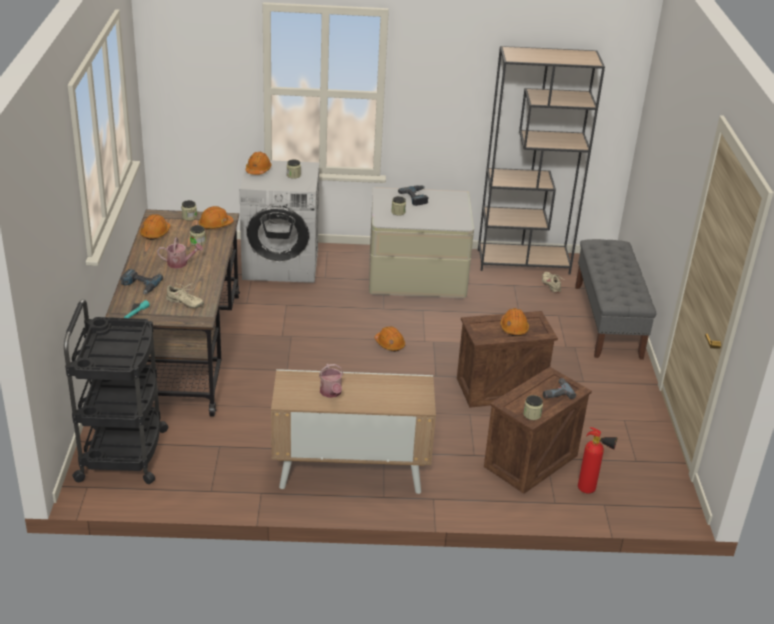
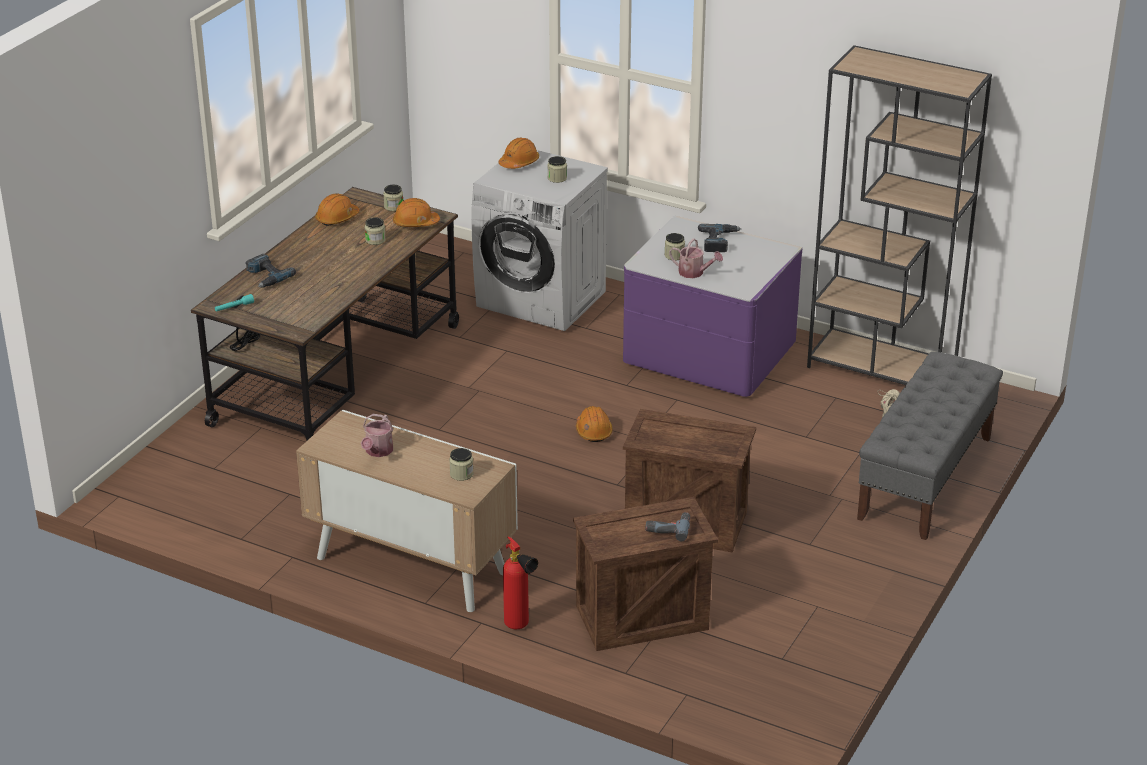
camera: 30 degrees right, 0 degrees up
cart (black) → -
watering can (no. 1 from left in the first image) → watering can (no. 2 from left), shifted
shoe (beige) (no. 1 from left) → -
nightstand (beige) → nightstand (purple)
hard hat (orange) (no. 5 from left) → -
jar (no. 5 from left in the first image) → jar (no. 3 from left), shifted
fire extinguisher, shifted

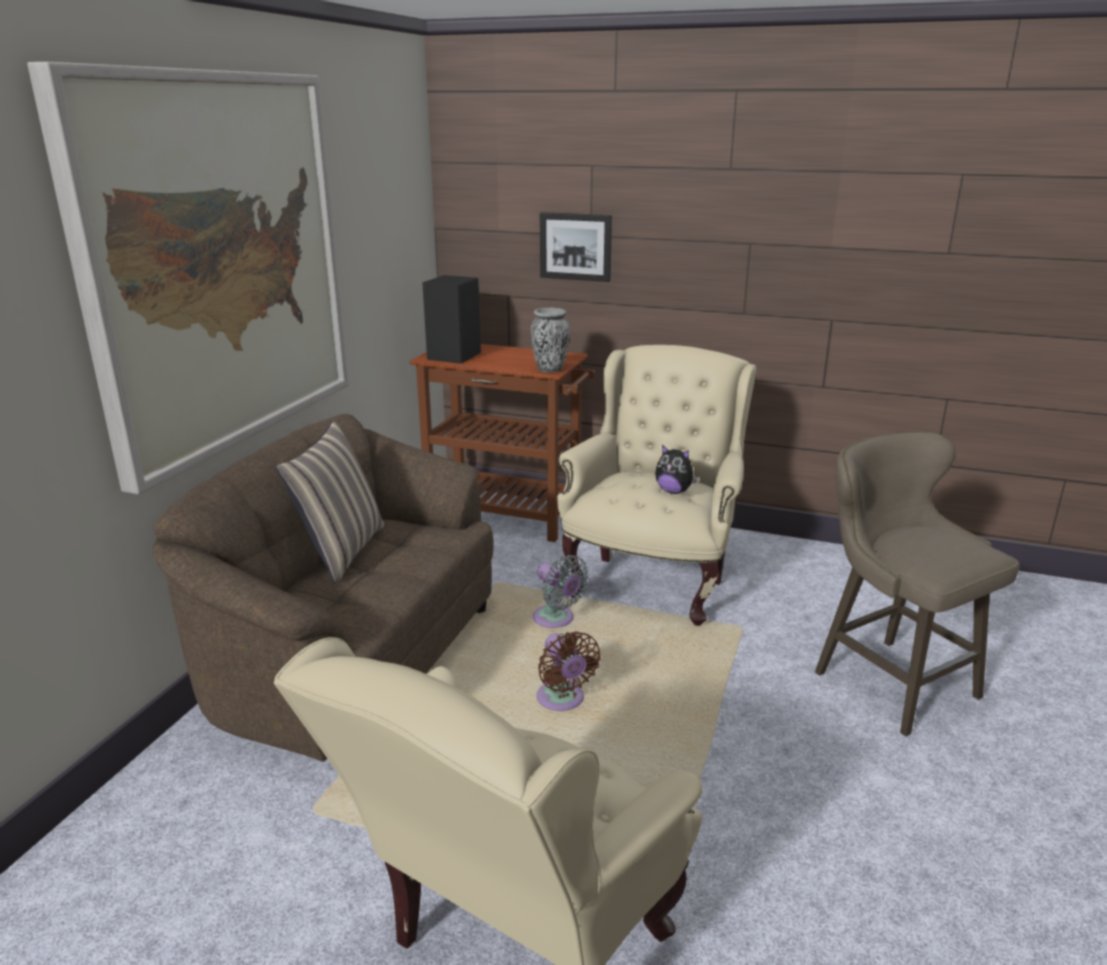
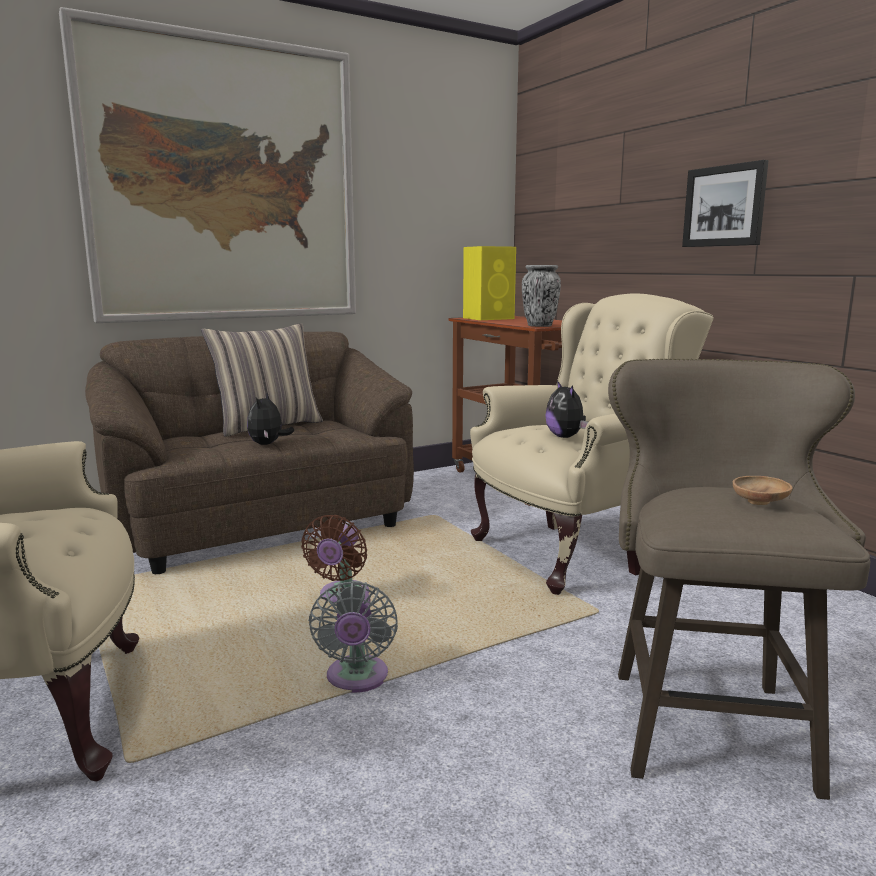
camera: 40 degrees right, 10 degrees down
speaker (black) → speaker (yellow)
fan (grey), shifted
picture (no. 2 from left), shifted
- → plush toy (no. 1 from left)
- → bowl (brown)

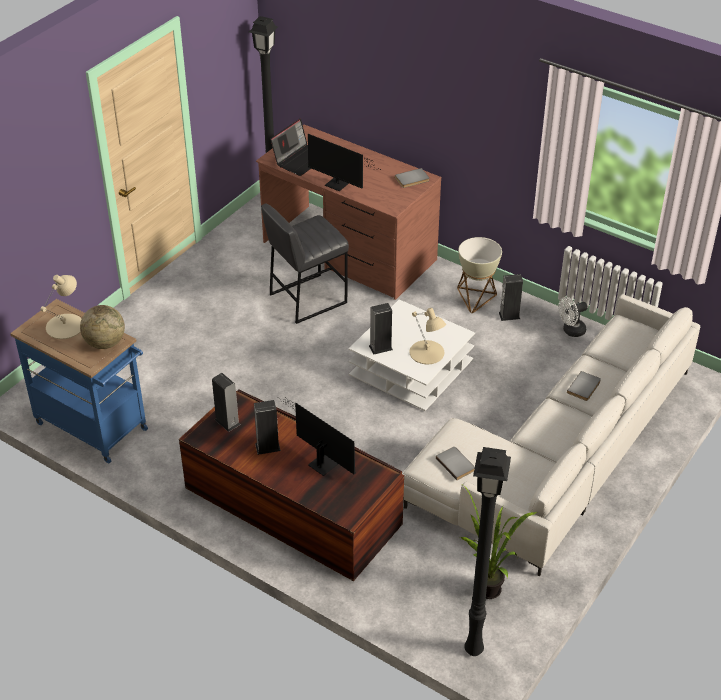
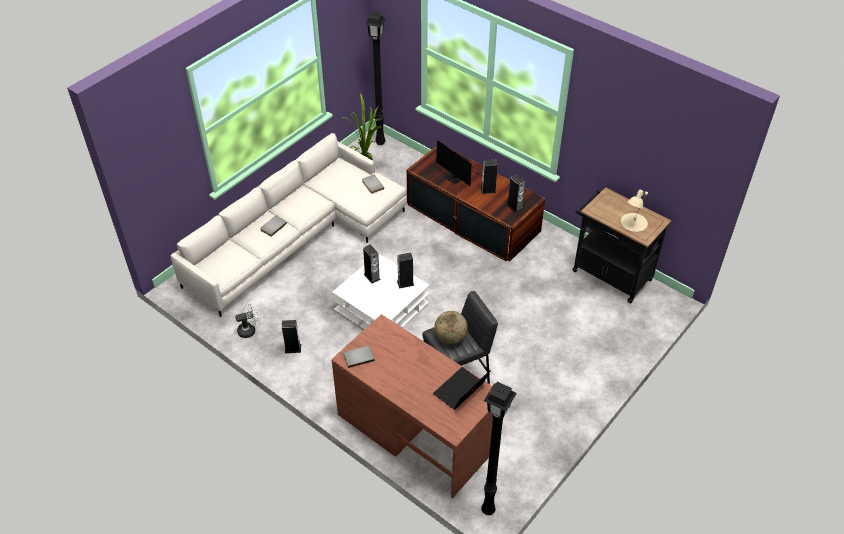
camera: 175 degrees left, 5 degrees up
cart (blue) → cart (black)
globe, shifted
monitor (no. 2 from left) → -
table lamp (beige) (no. 2 from left) → speaker (no. 2 from left)
planter → -

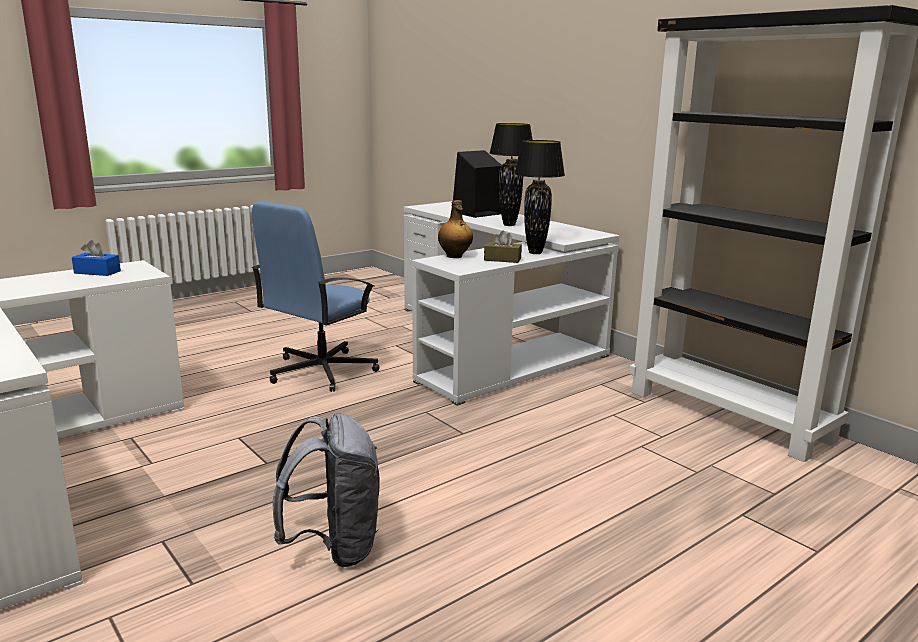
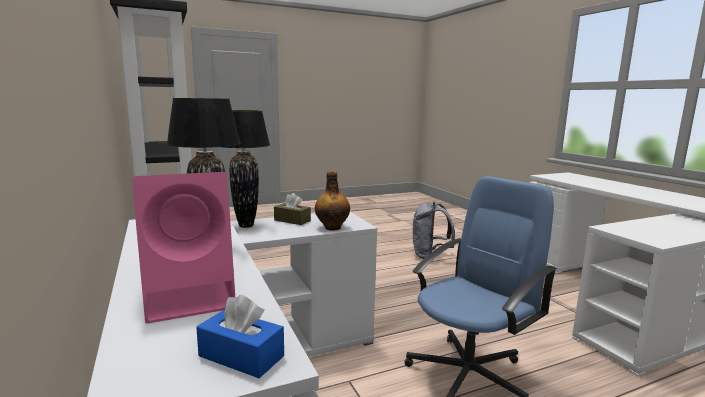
camera: 165 degrees left, 5 degrees down
tissue box (blue), shifted
speaker (black) → speaker (pink)

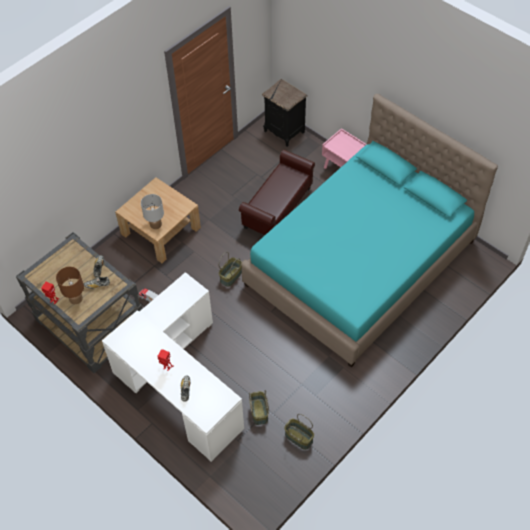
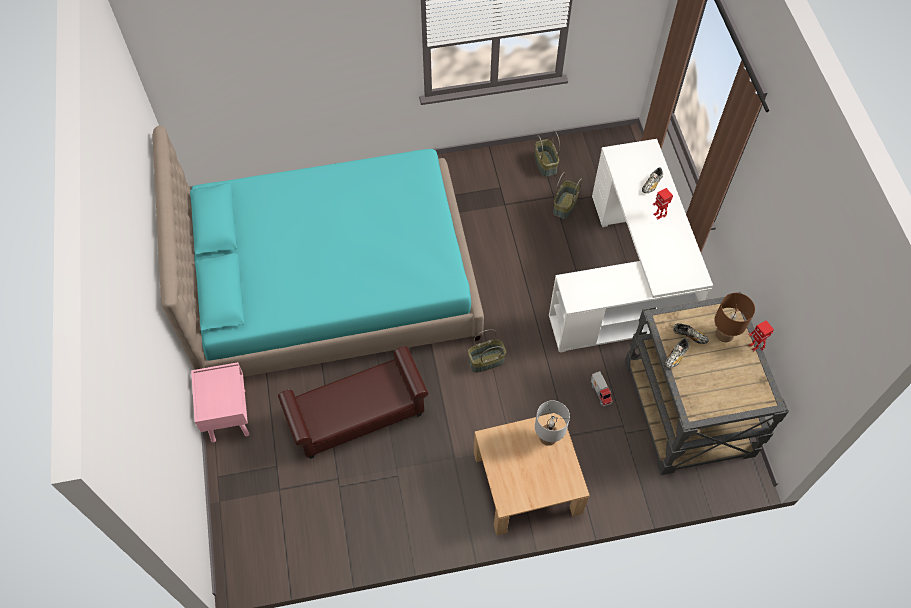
camera: 145 degrees left, 5 degrees up
nightstand (black) → -

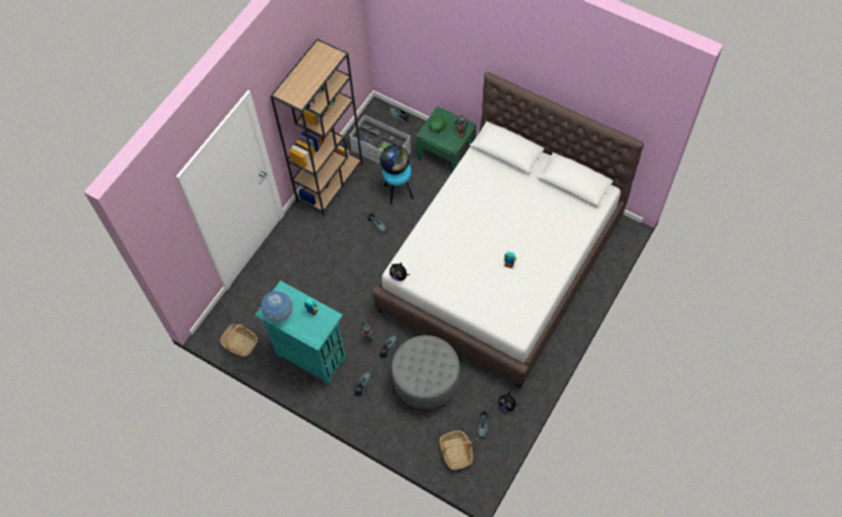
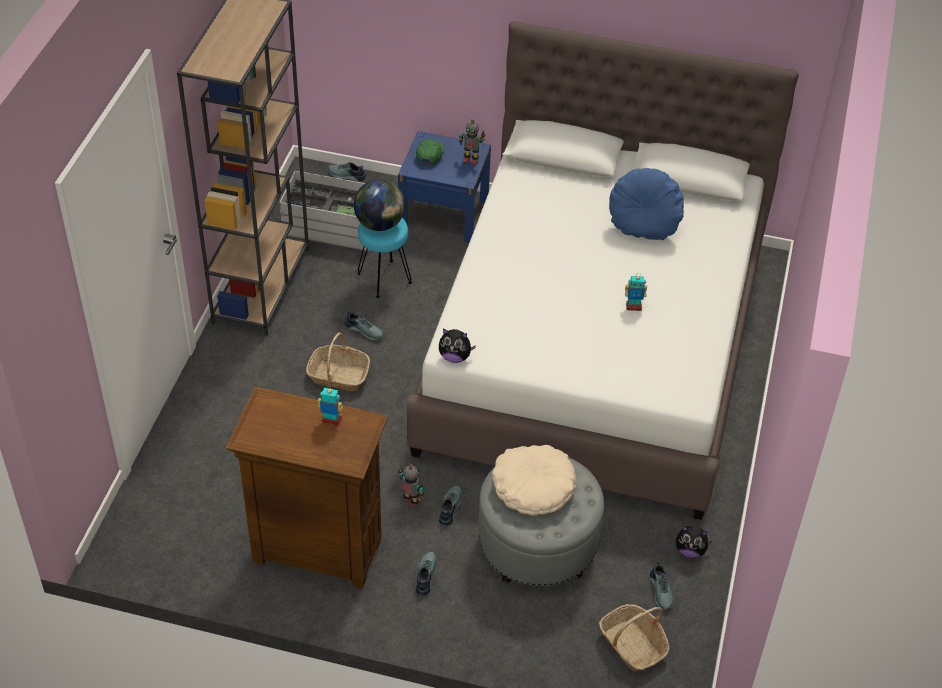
camera: 20 degrees left, 15 degrees down
basket (no. 1 from left), shifted
cabinet (turquoise) → cabinet (brown)
globe (no. 1 from left) → -
nightstand (green) → nightstand (blue)
- → pillow (beige)
- → pillow (blue)

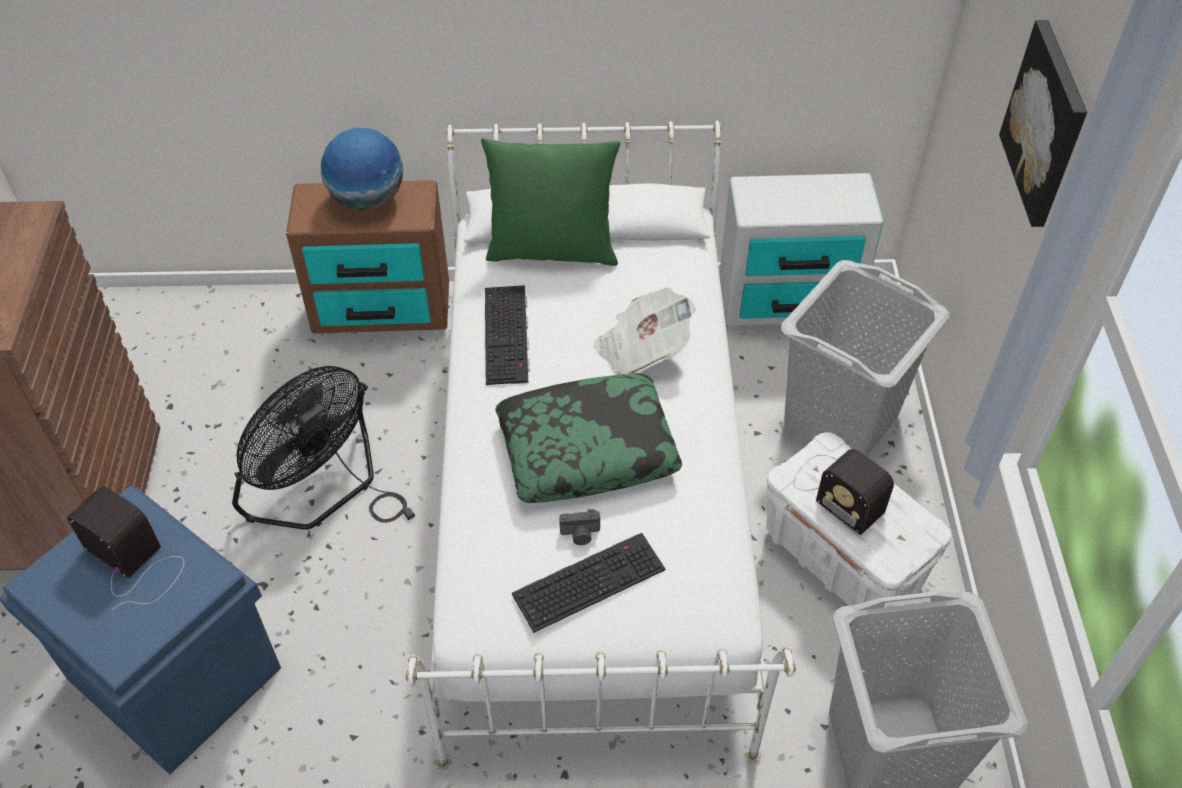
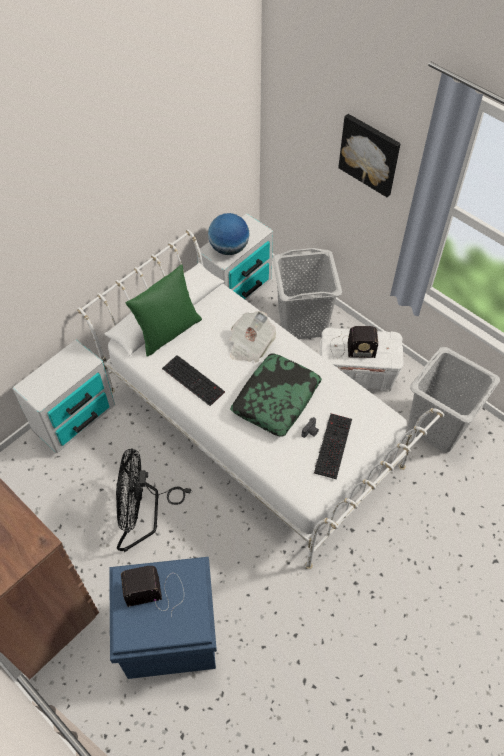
camera: 45 degrees left, 5 degrees up
nightstand (brown) → nightstand (white) (no. 1 from left)
globe, shifted

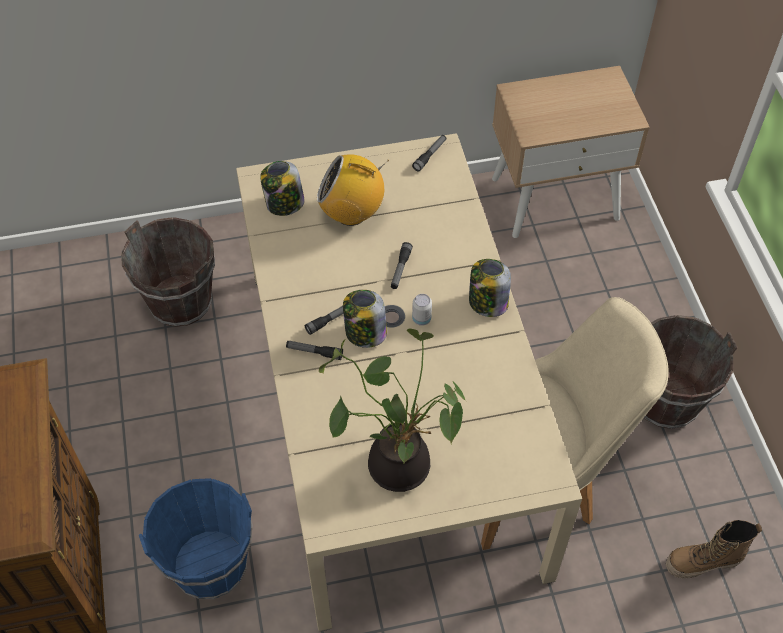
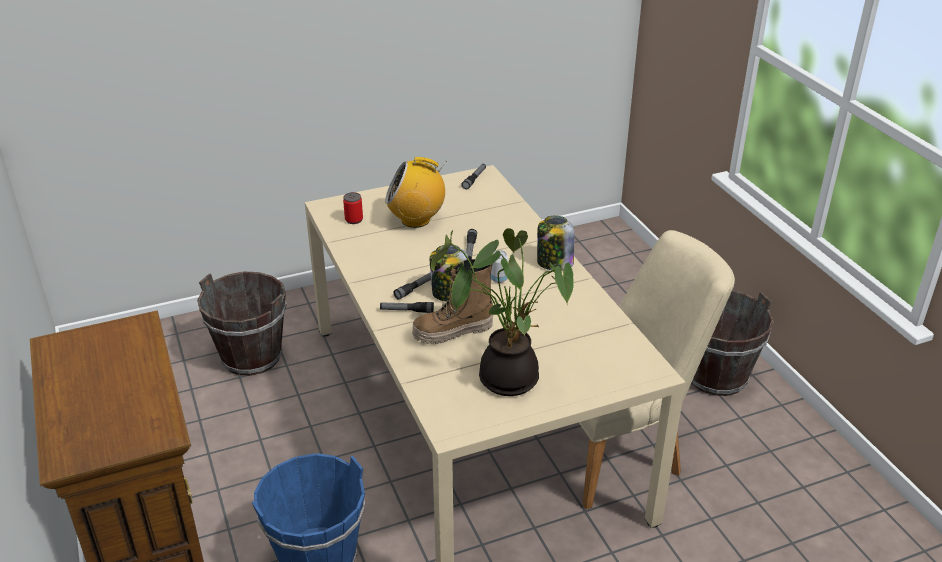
camera: 10 degrees left, 20 degrees down
jar (no. 1 from left) → can (no. 1 from left)
nightstand (beige) → -
boot, shifted

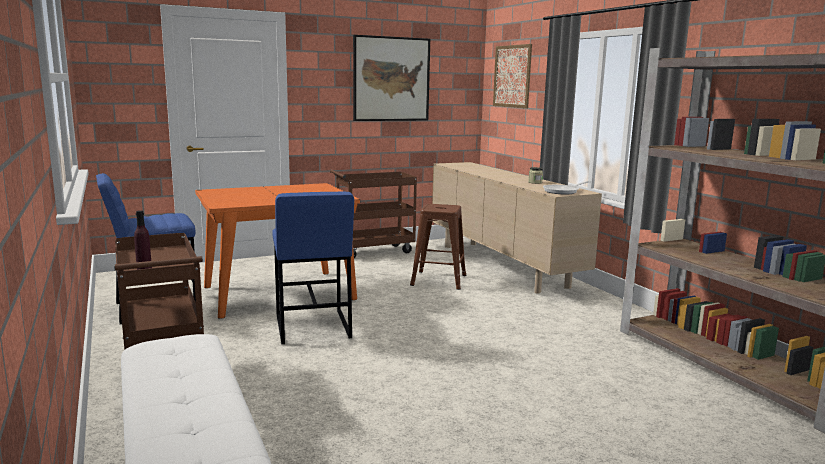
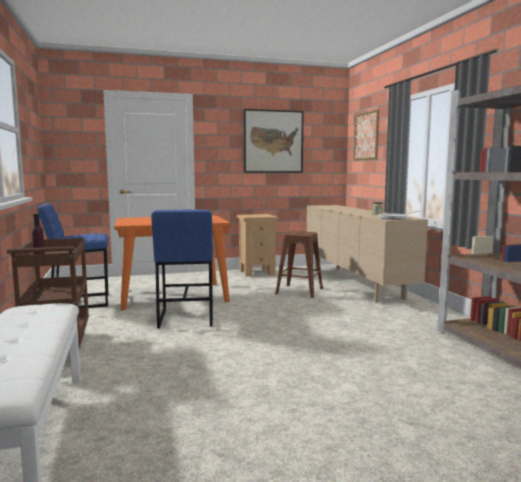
camera: 10 degrees right, 5 degrees down
cart (brown) (no. 2 from left) → nightstand (beige)

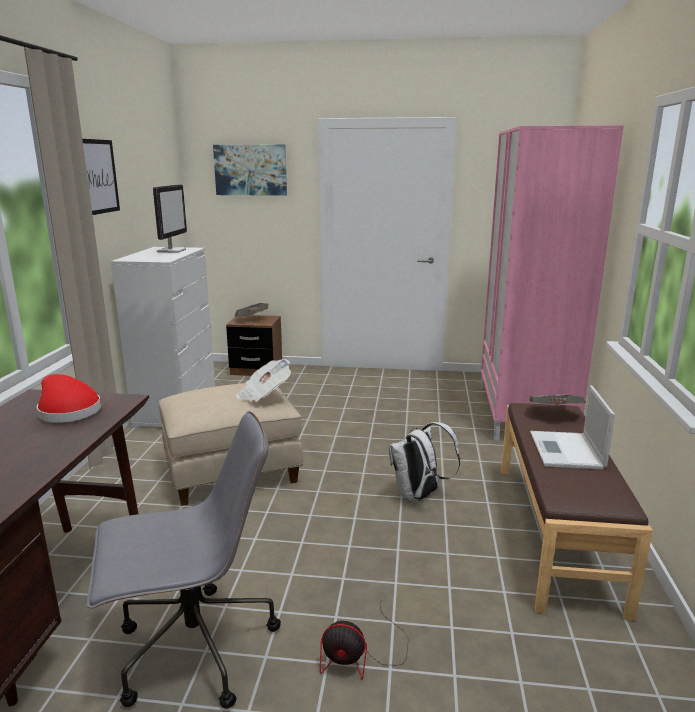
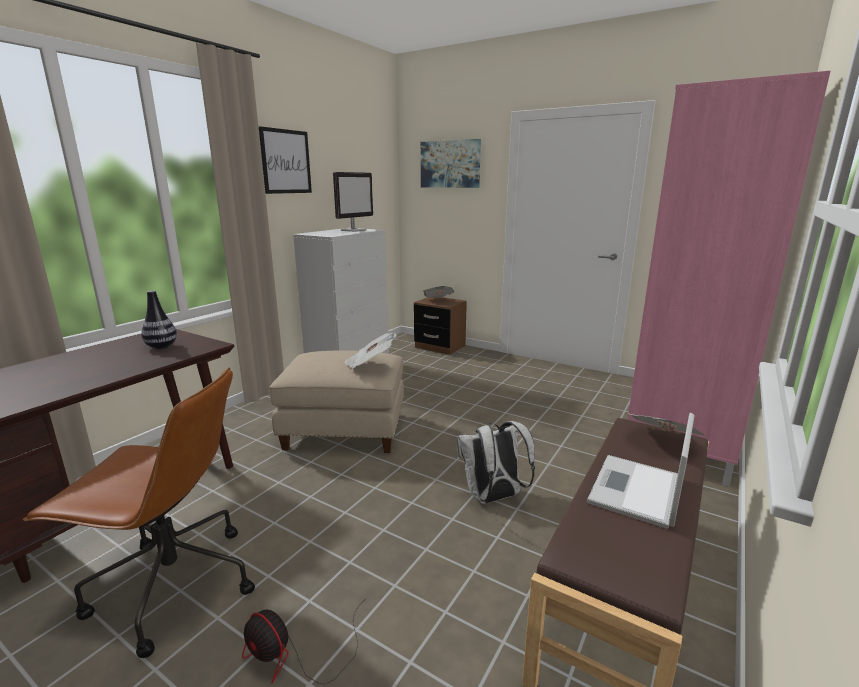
camera: 25 degrees right, 0 degrees up
hat (red) → vase
office chair (grey) → office chair (brown)

